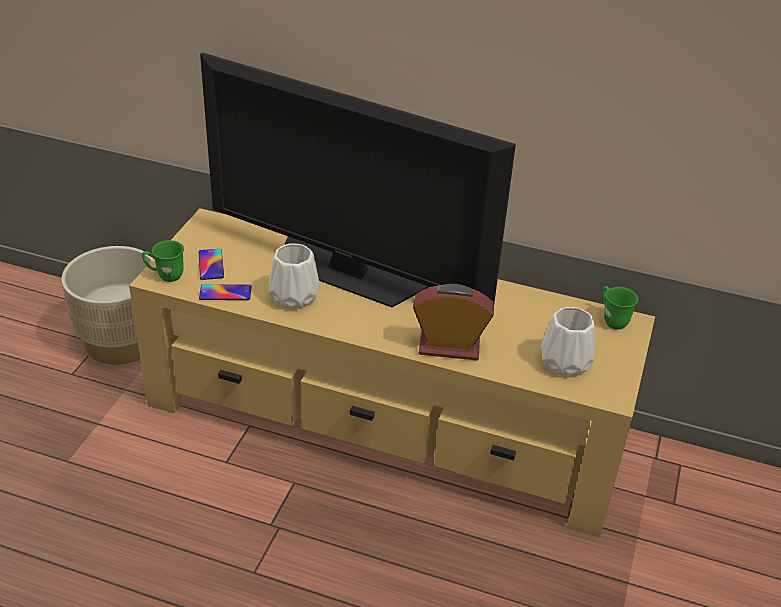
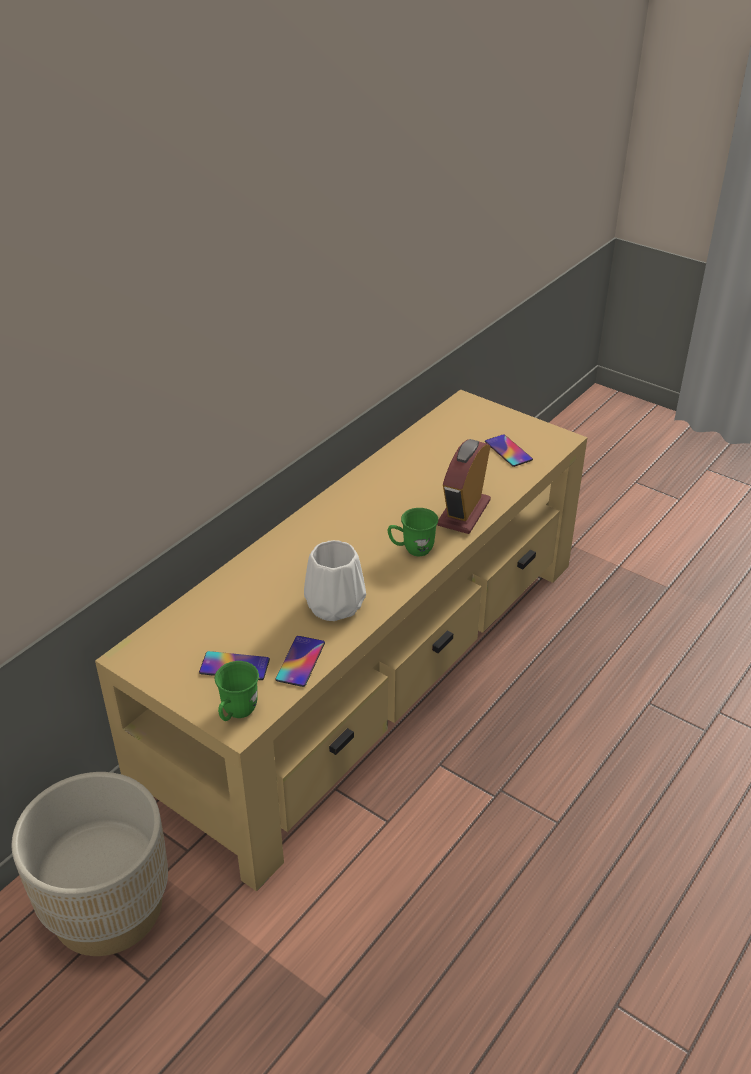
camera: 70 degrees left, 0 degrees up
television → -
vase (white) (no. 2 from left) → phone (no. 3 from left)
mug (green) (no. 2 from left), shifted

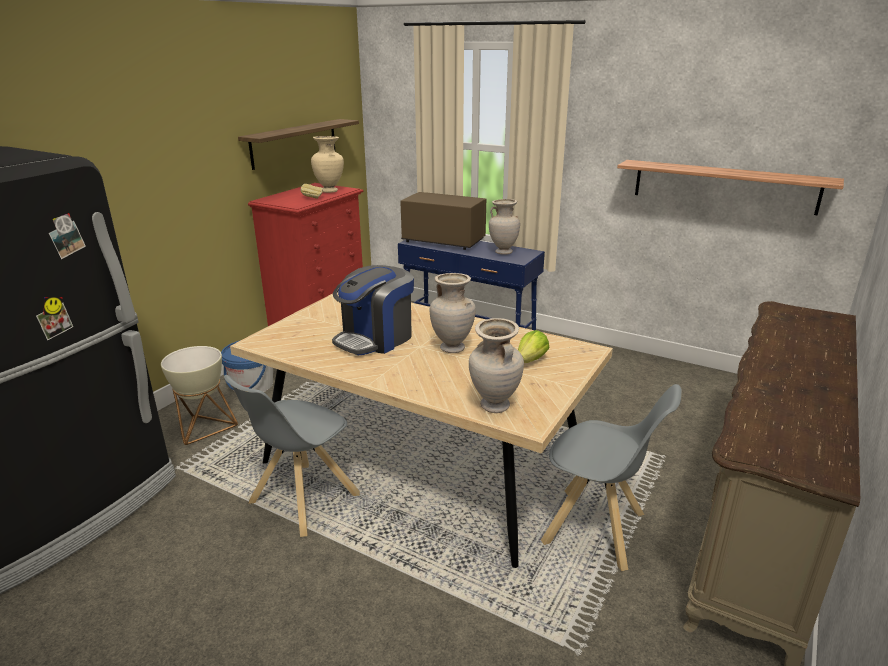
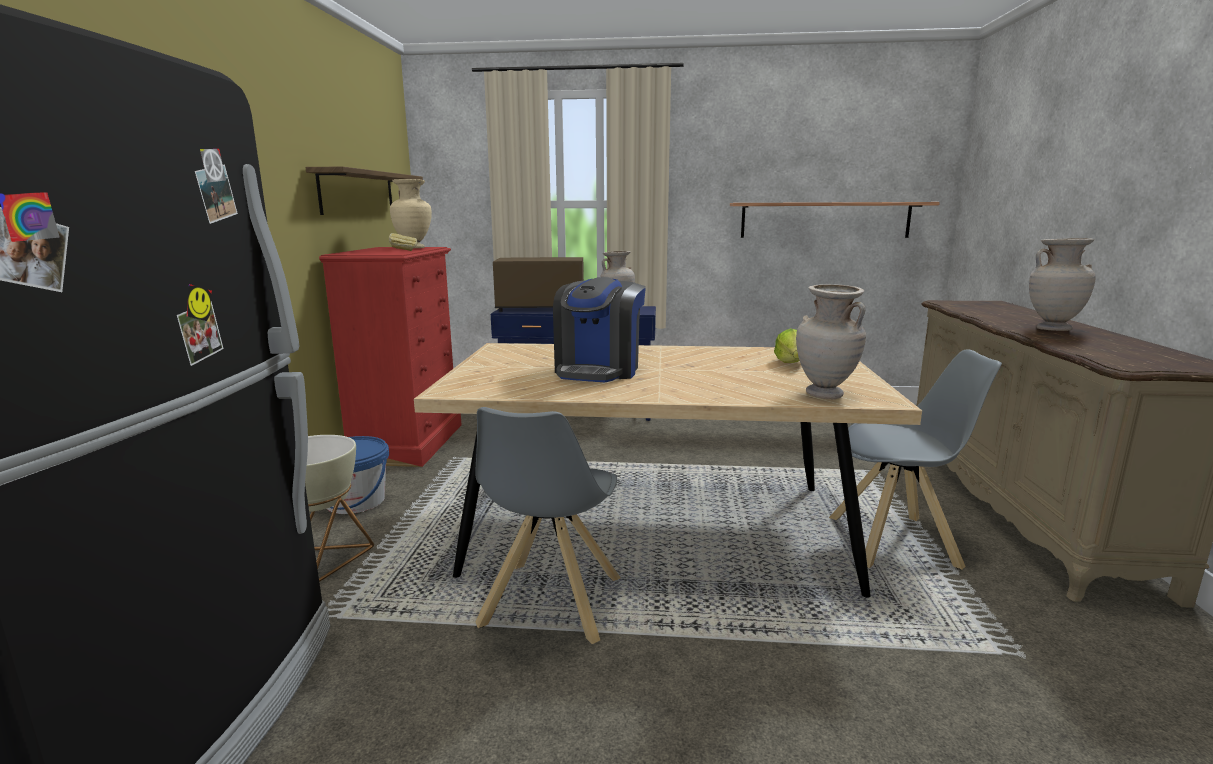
camera: 25 degrees left, 10 degrees down
vase (beige) (no. 2 from left in the first image) → vase (beige) (no. 4 from left), shifted

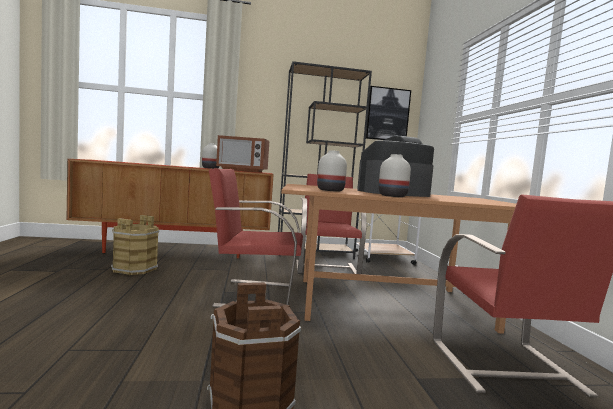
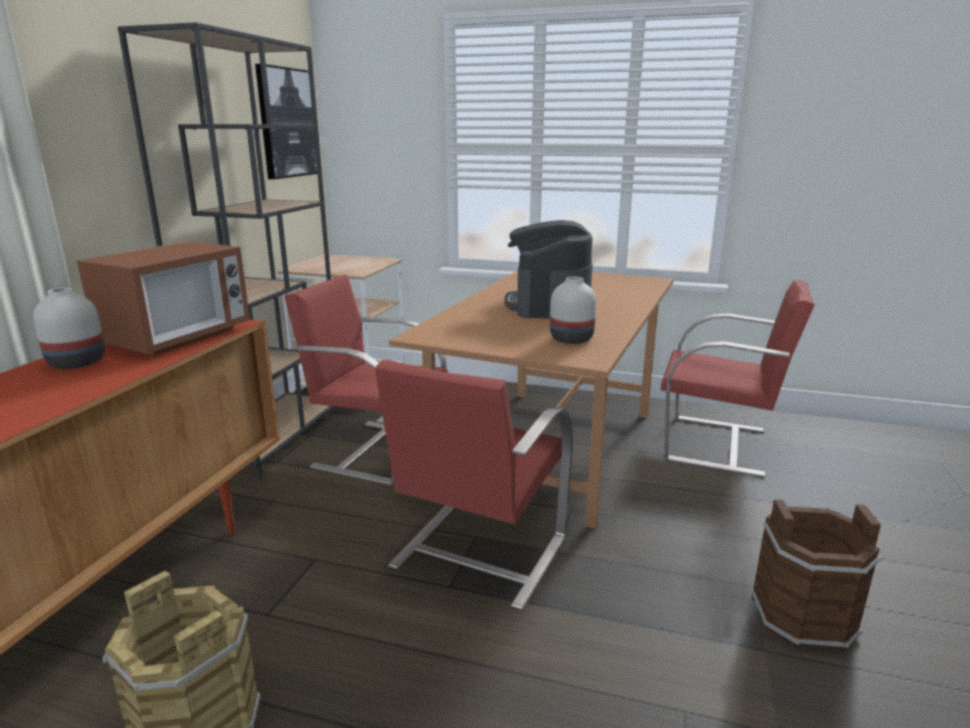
camera: 65 degrees left, 15 degrees up
vase (white) (no. 3 from left) → -

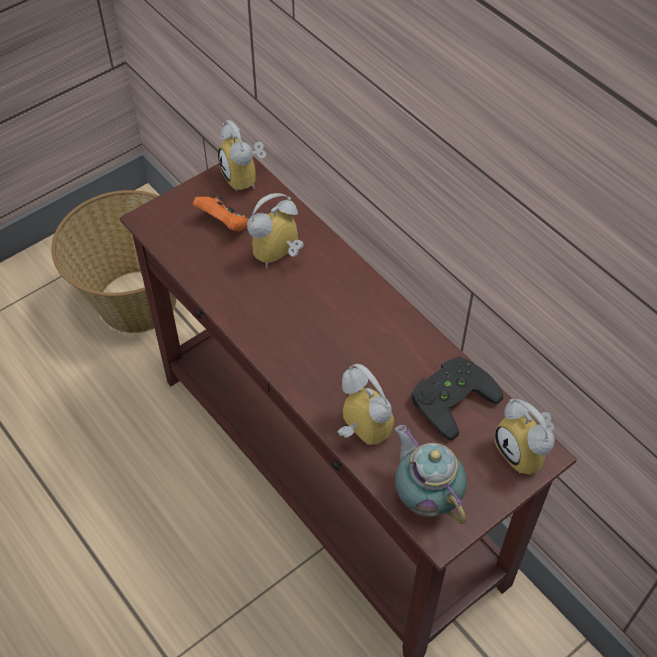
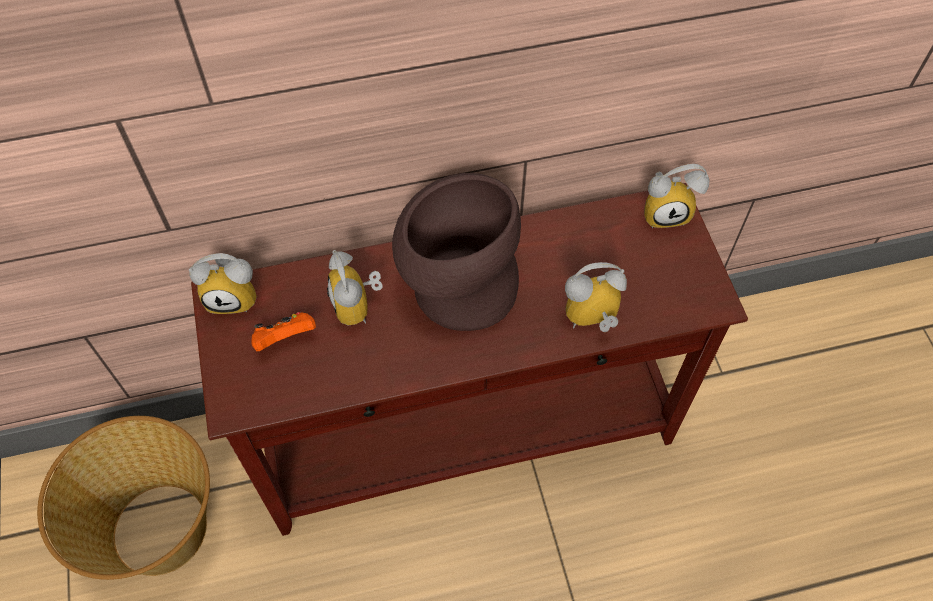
camera: 65 degrees left, 5 degrees up
teapot → -
game controller (black) → -
- → vase (brown)

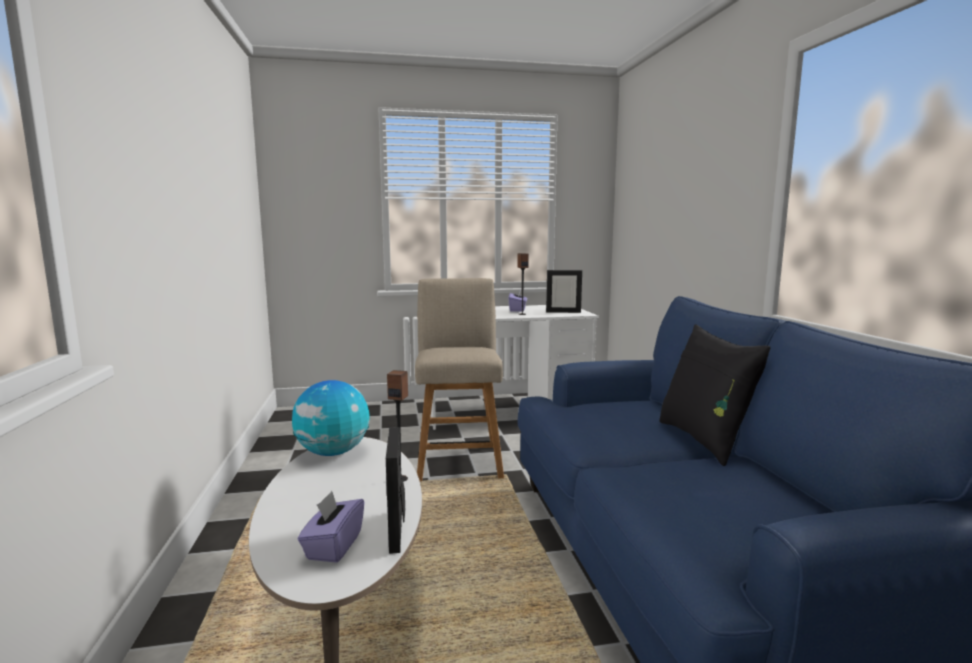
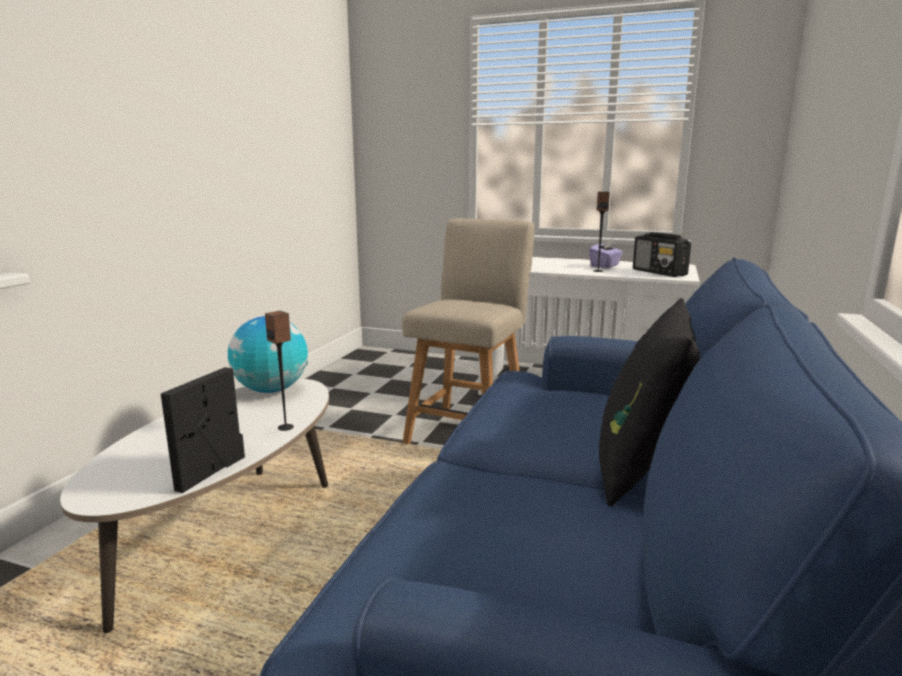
camera: 30 degrees right, 5 degrees up
tissue box (purple) (no. 1 from left) → -
picture frame (no. 2 from left) → radio

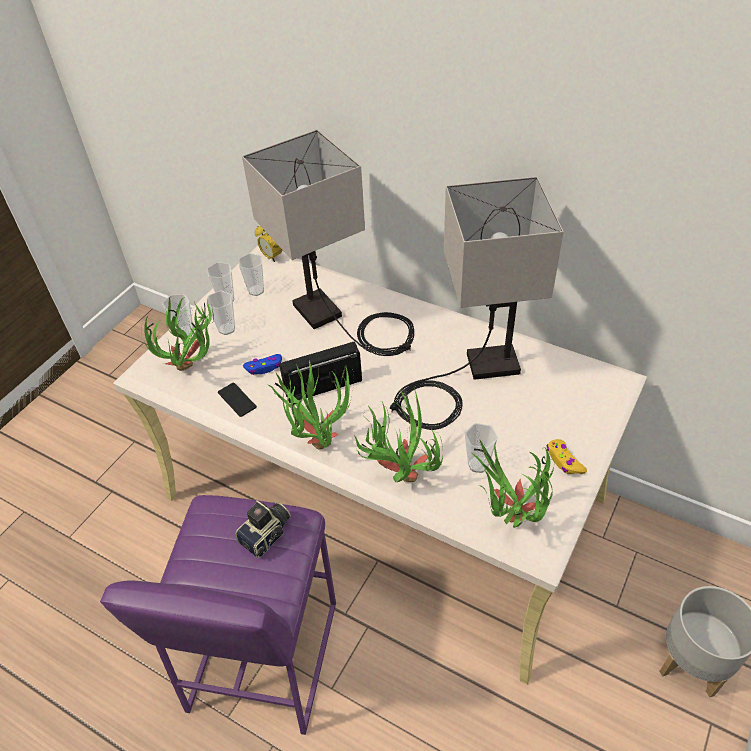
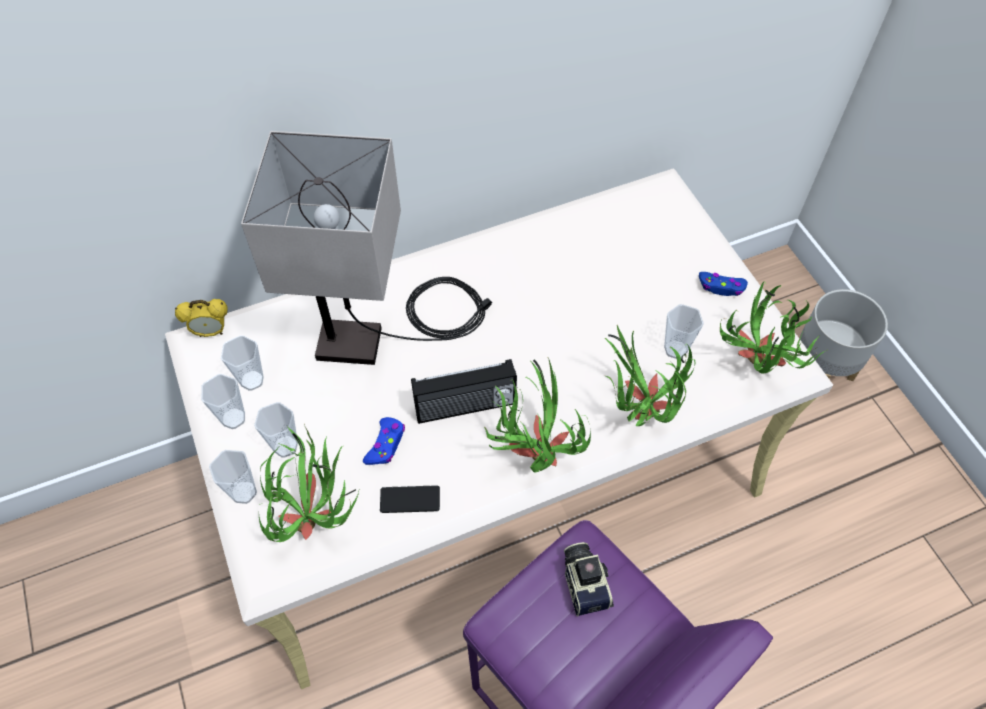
camera: 55 degrees left, 10 degrees up
radio, 120 degrees counterclockwise
table lamp (no. 2 from left) → -
game controller (yellow) → game controller (blue) (no. 2 from left)

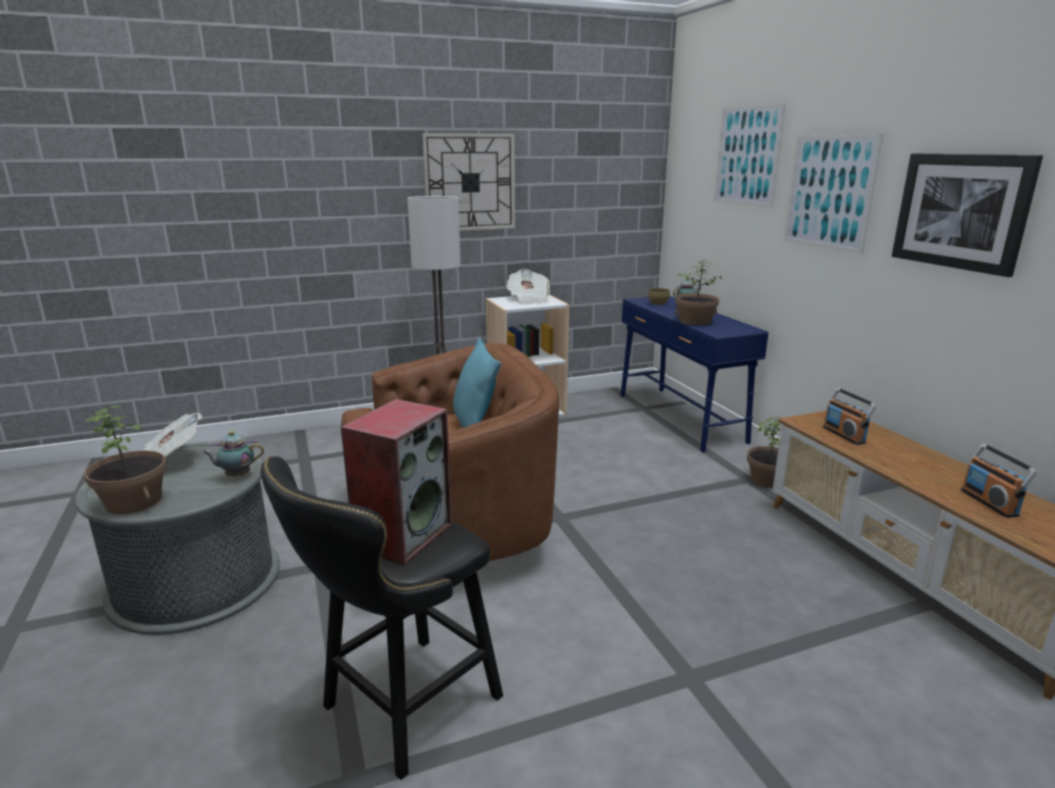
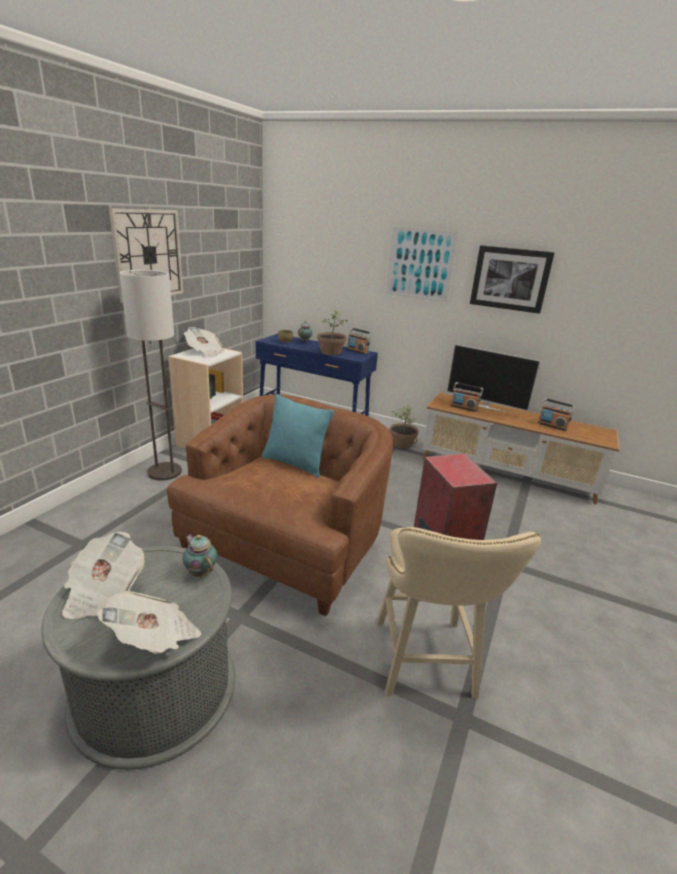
camera: 45 degrees left, 5 degrees up
potted plant (no. 1 from left) → newspaper (no. 2 from left)
teapot (no. 1 from left), 105 degrees clockwise
stool (black) → stool (beige)
picture (no. 1 from left) → -
- → radio (no. 1 from left)
- → television

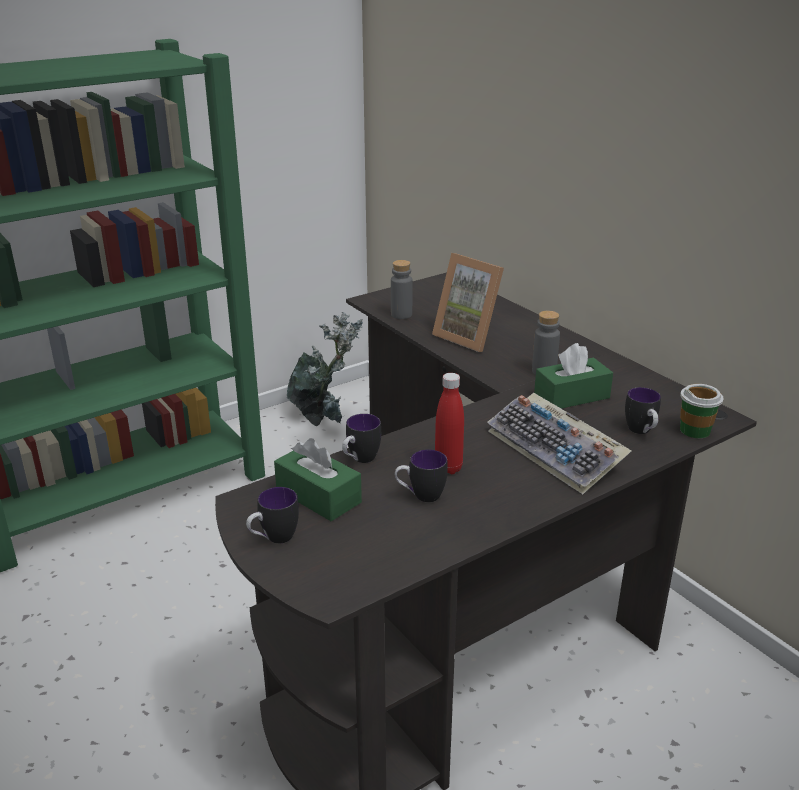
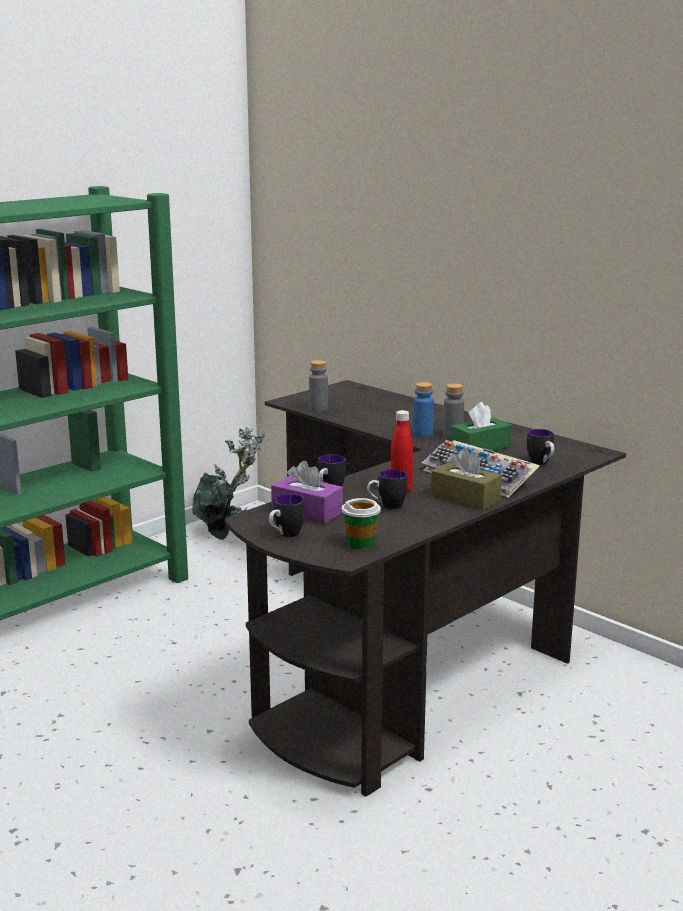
camera: 10 degrees left, 10 degrees down
tissue box (green) (no. 1 from left) → tissue box (purple)
picture frame → -
cup, shifted
- → bottle (blue)
- → tissue box (brown)

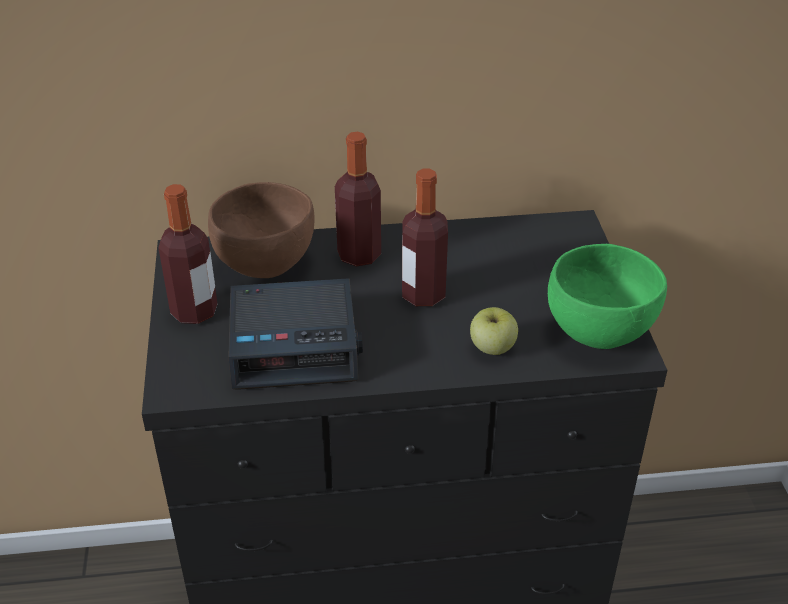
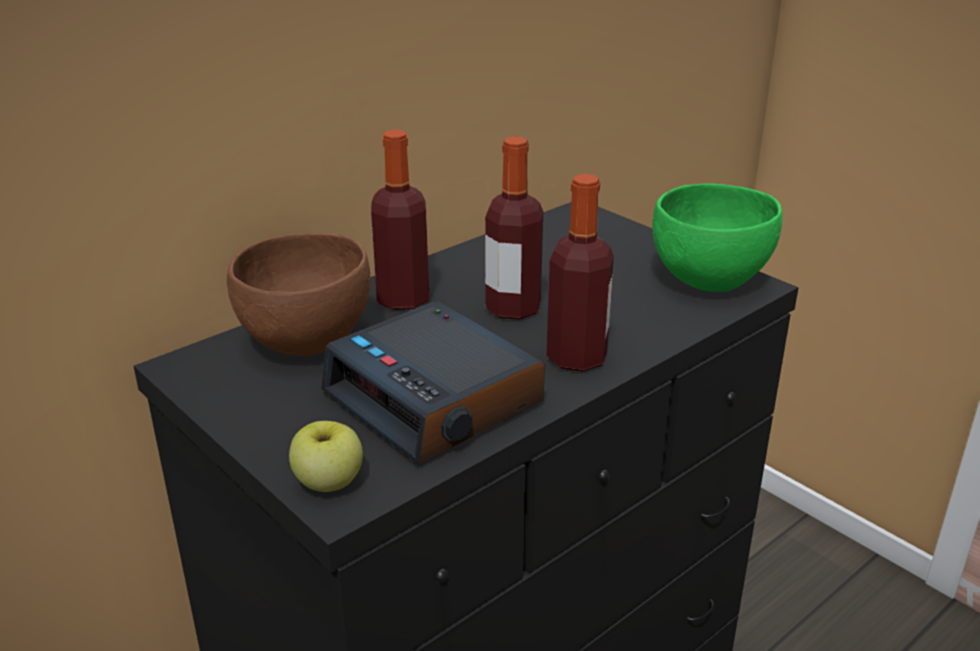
camera: 35 degrees left, 10 degrees down
bottle (no. 1 from left in the first image) → bottle (no. 3 from left), shifted
alarm clock, 90 degrees clockwise
apple, shifted

